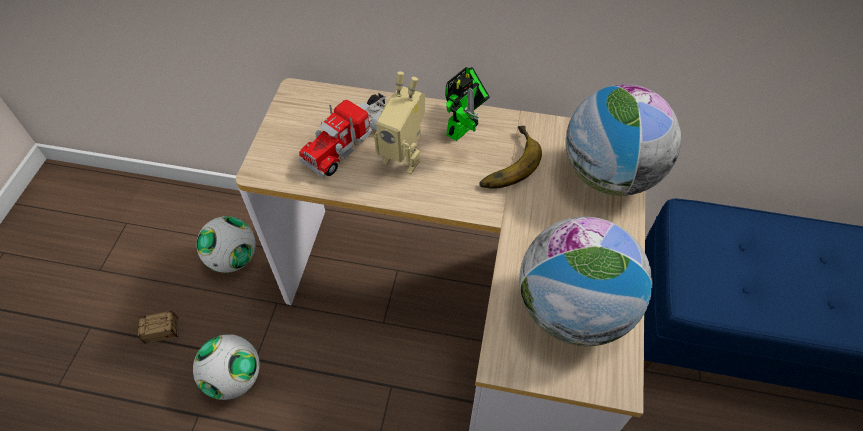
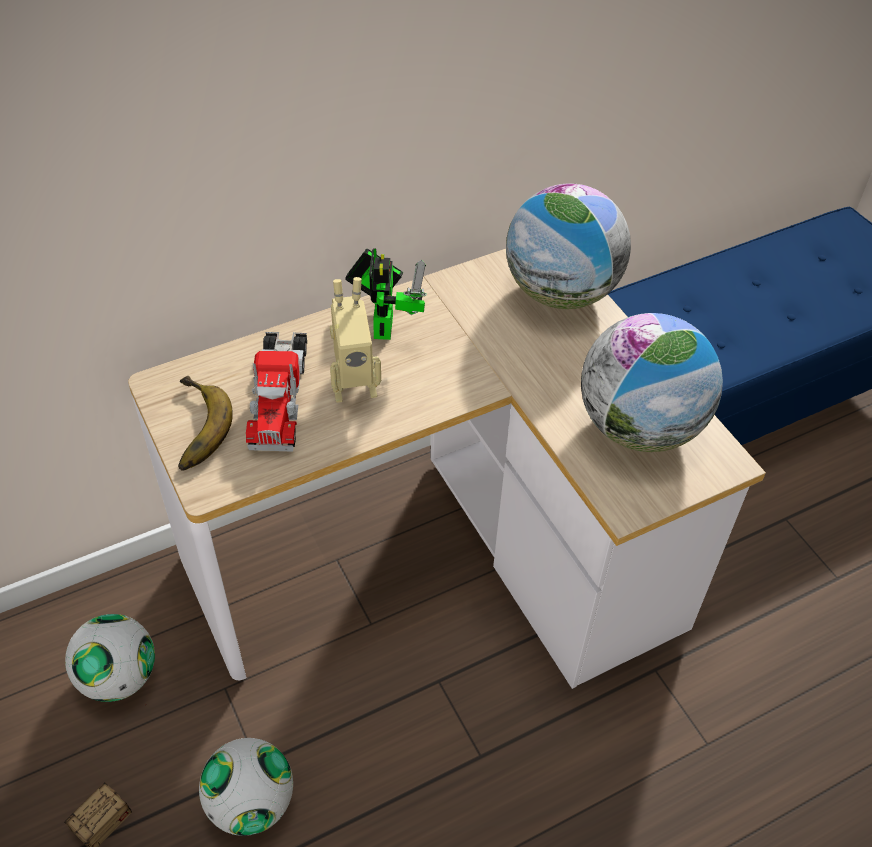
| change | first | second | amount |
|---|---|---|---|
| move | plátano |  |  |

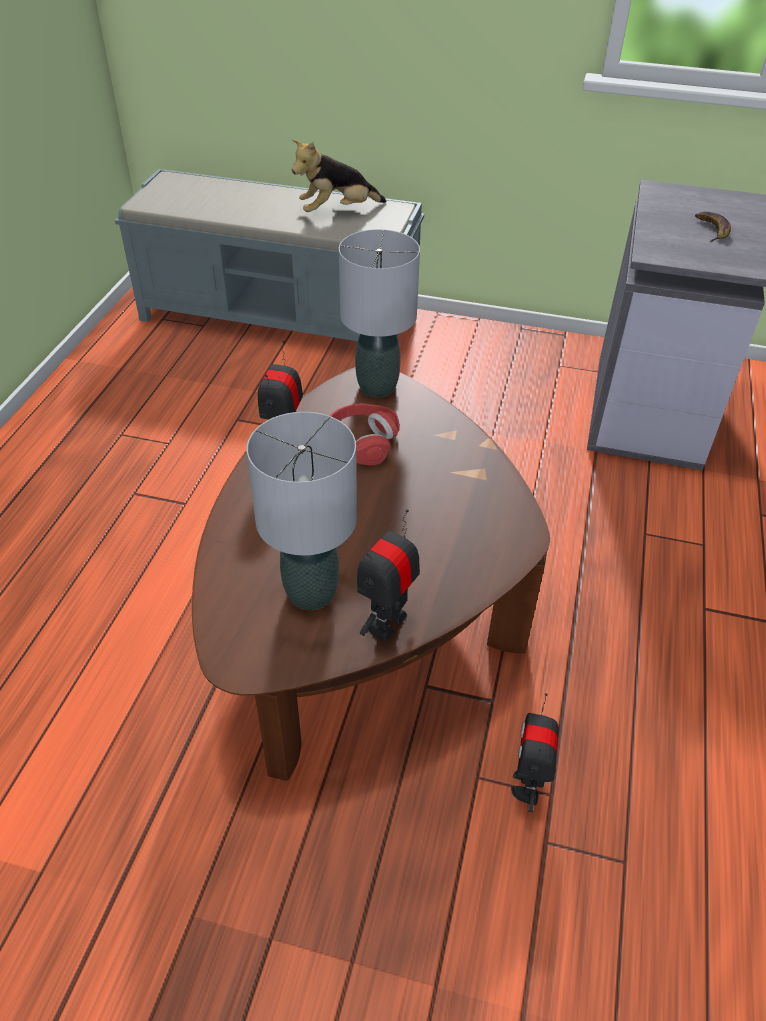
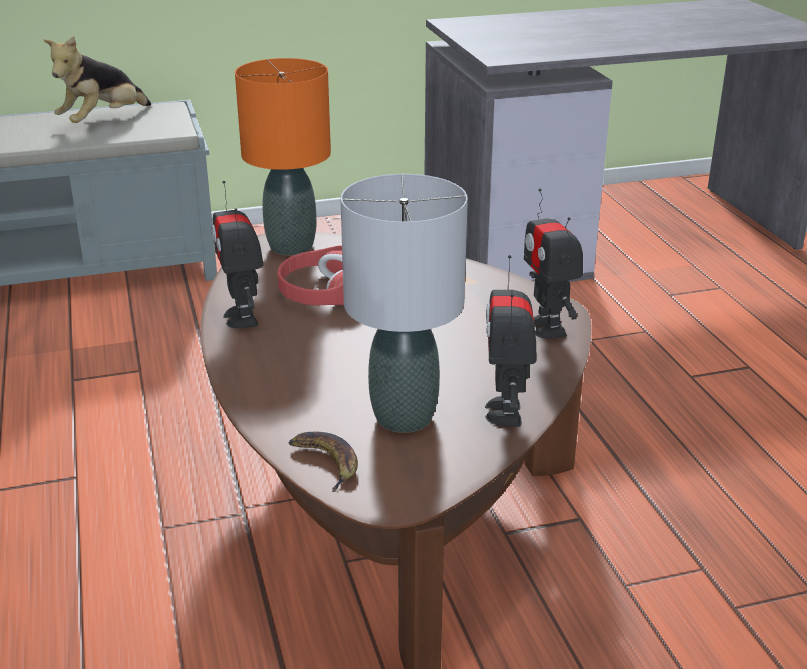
| change | first | second | amount |
|---|---|---|---|
| move | robot de juguete (3rd from left) |  |  |
| move | plátano |  |  |
| recolor | lámpara de mesa/gris (2nd from left) | lámpara de mesa/naranja |  |

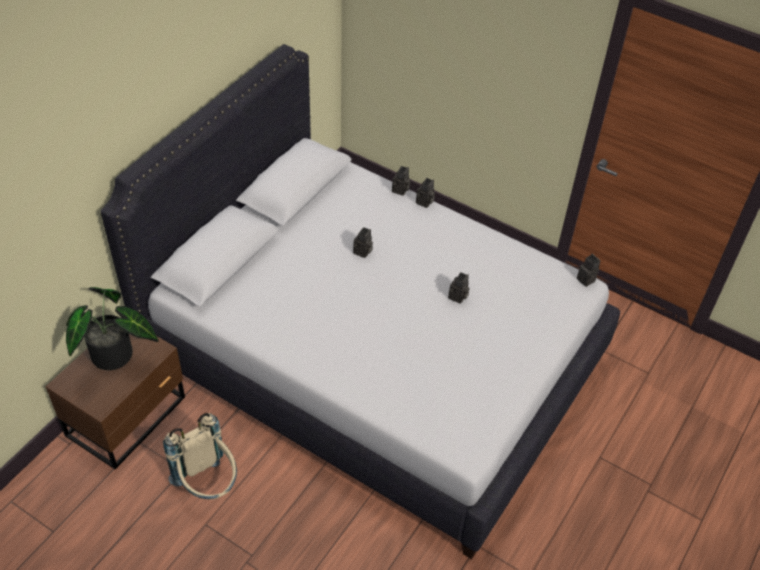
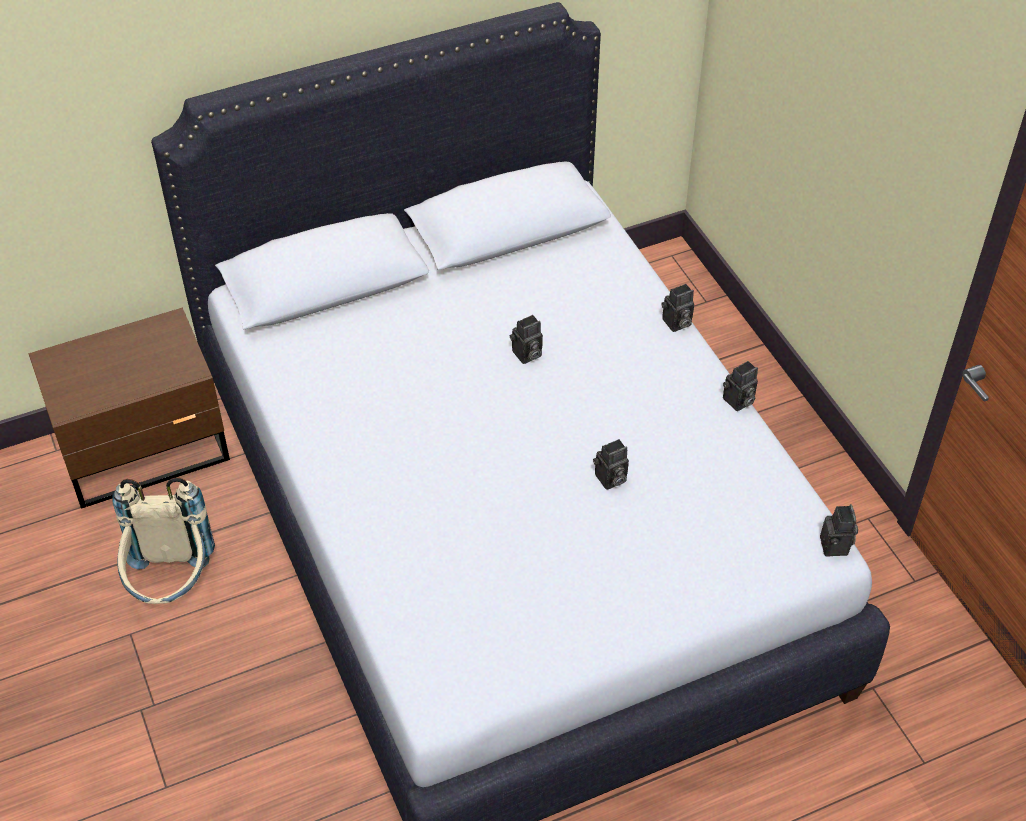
| change | first | second | amount |
|---|---|---|---|
| delete | planta en maceta |  |  |
| move | cámara (2nd from left in the first image) | cámara (4th from left) |  |

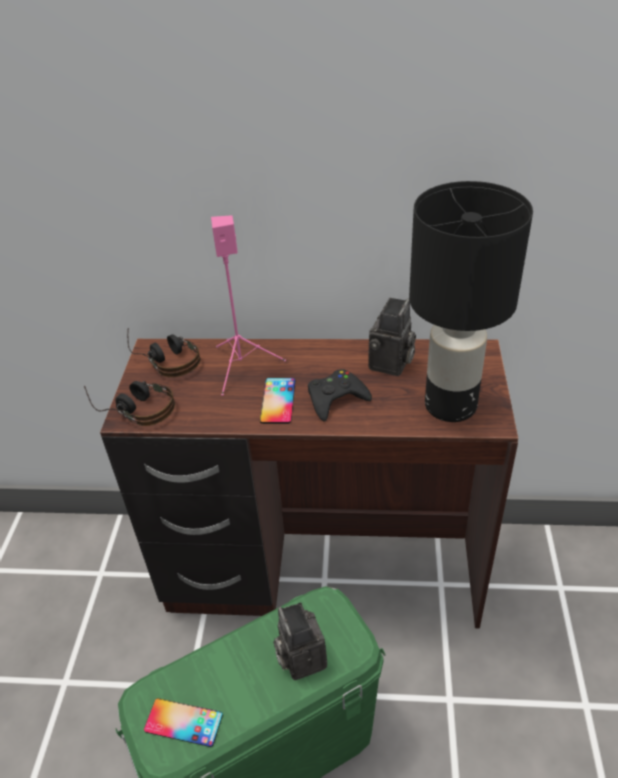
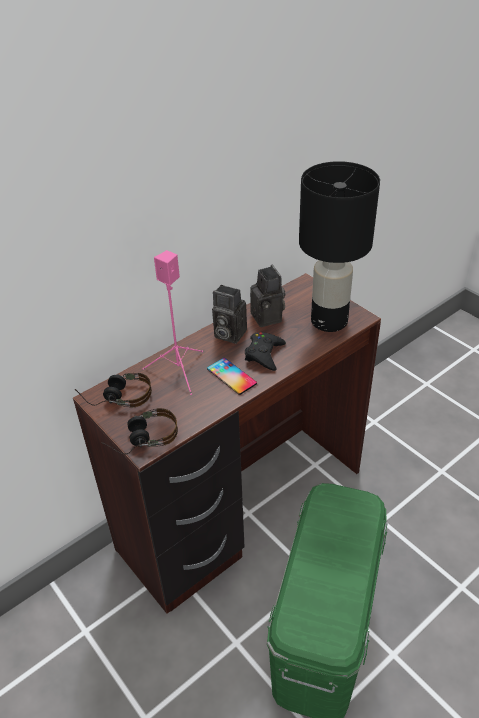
| change | first | second | amount |
|---|---|---|---|
| delete | móvil (1st from left) |  |  |
| move | cámara (1st from left) |  |  |

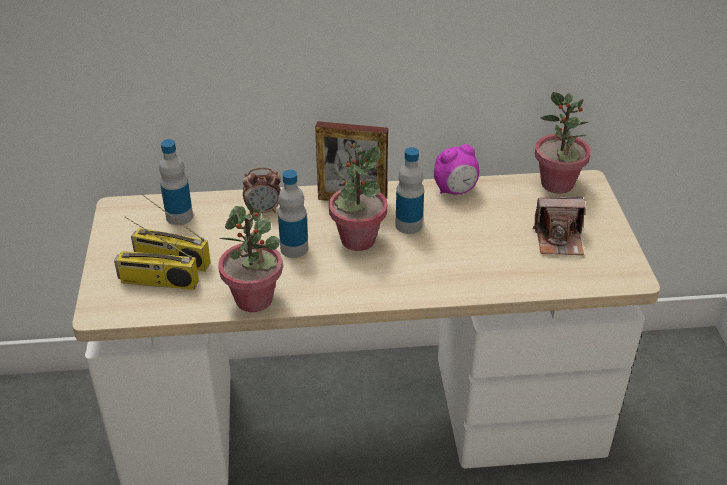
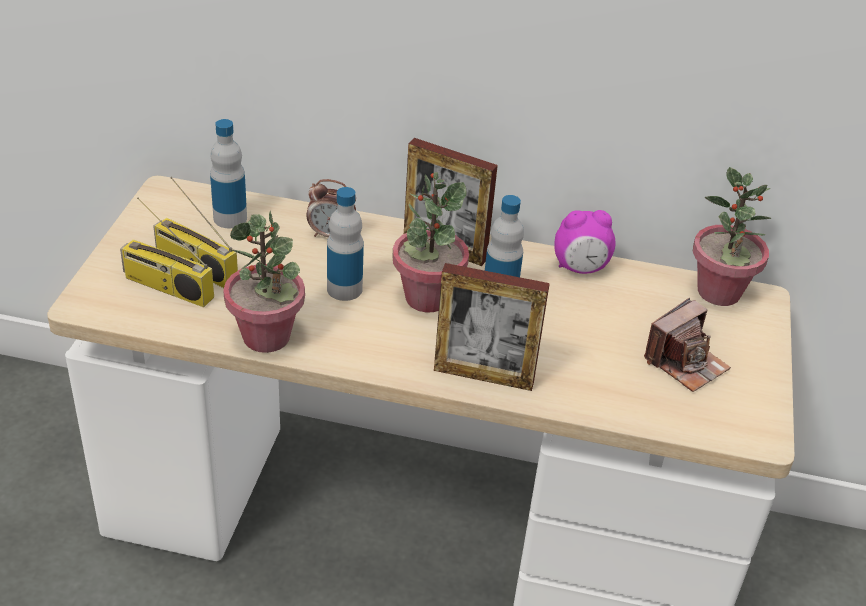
| change | first | second | amount |
|---|---|---|---|
| insert |  | portarretratos (2nd from left) |  |
| rotate | cámara |  | 60 degrees counterclockwise |

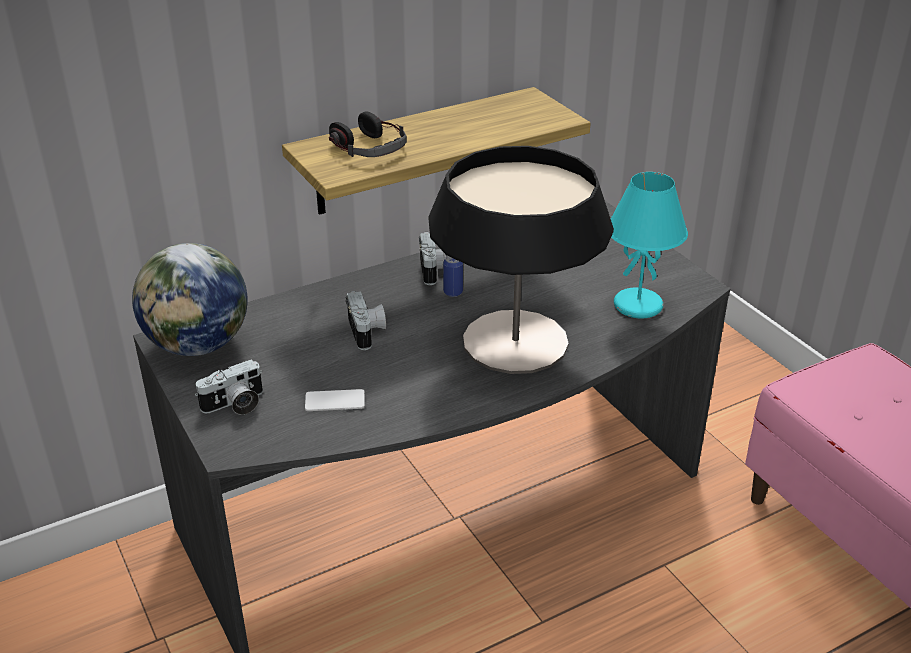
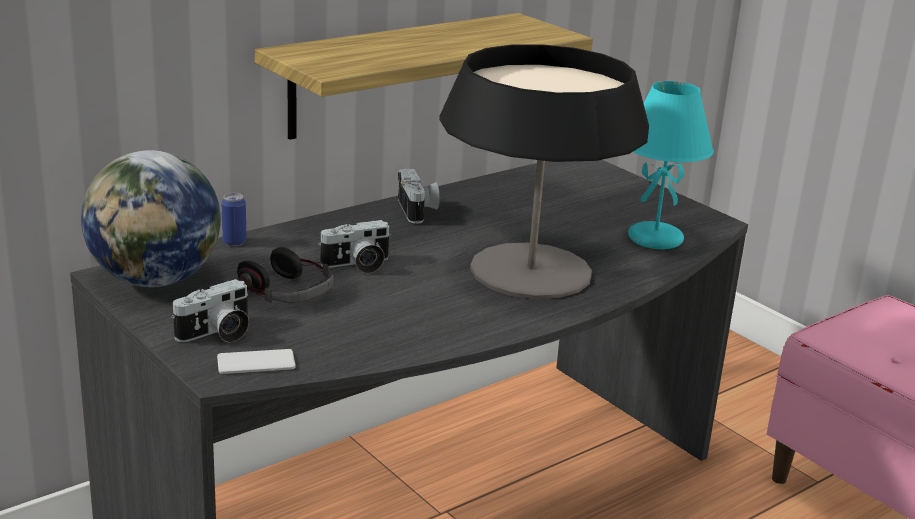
| change | first | second | amount |
|---|---|---|---|
| move | móvil |  |  |
| move | auriculares |  |  |
| move | lata |  |  |
| rotate | cámara (2nd from left) |  | 90 degrees clockwise |

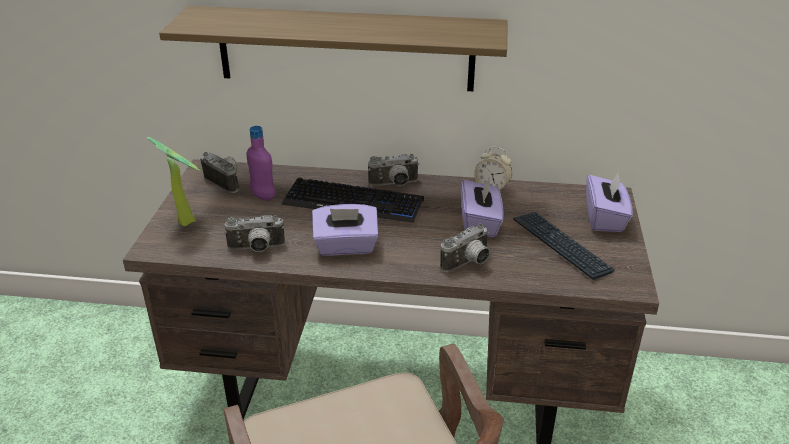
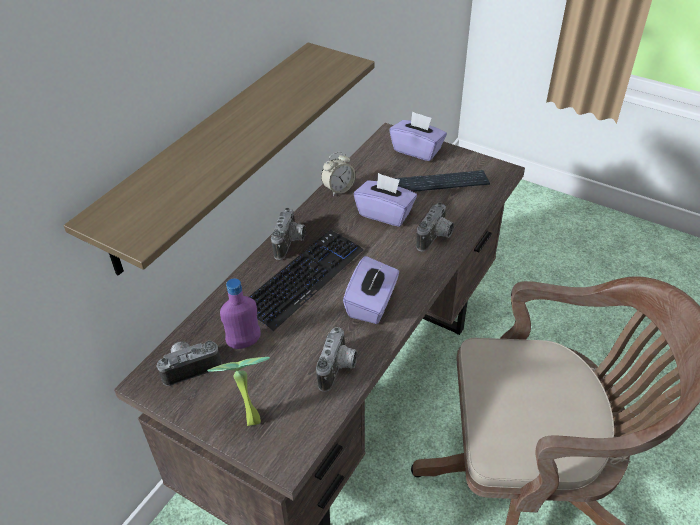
| change | first | second | amount |
|---|---|---|---|
| rotate | cámara (4th from left) |  | 45 degrees clockwise |

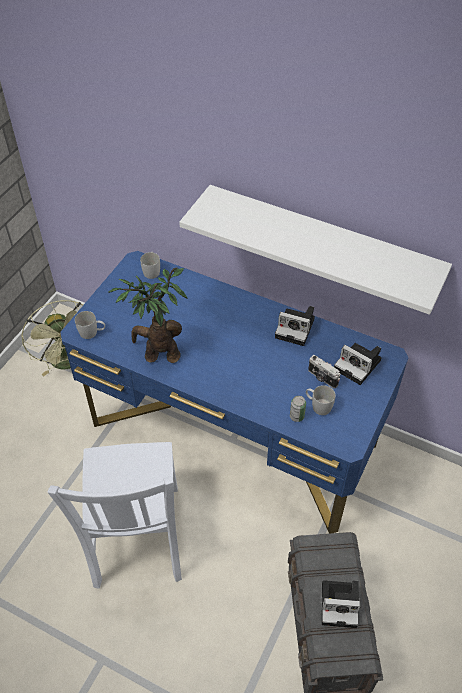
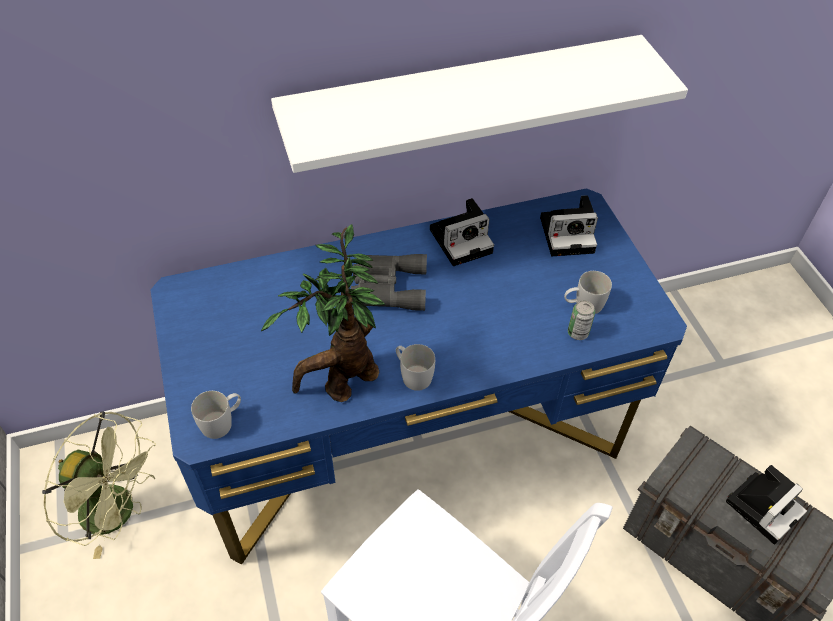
| change | first | second | amount |
|---|---|---|---|
| delete | cámara (2nd from left) |  |  |
| insert |  | prismáticos/gris |  |
| move | taza grande/blanco (2nd from left) |  |  |

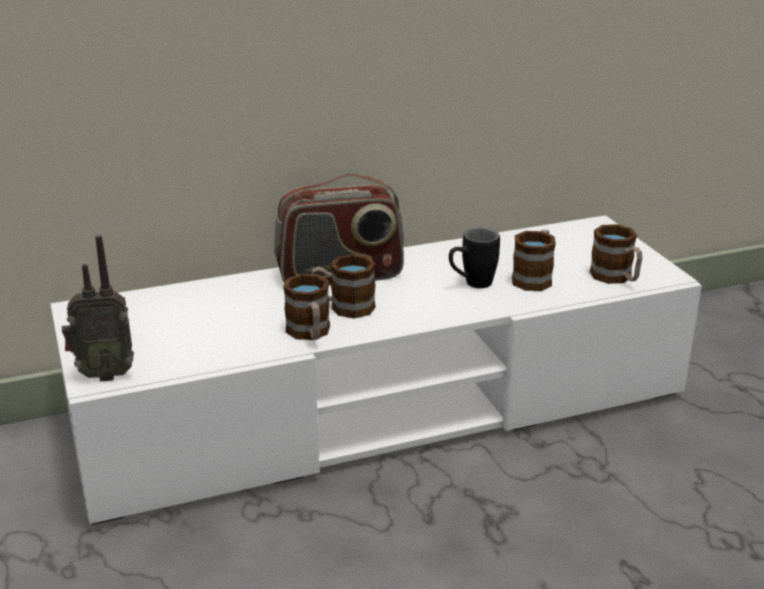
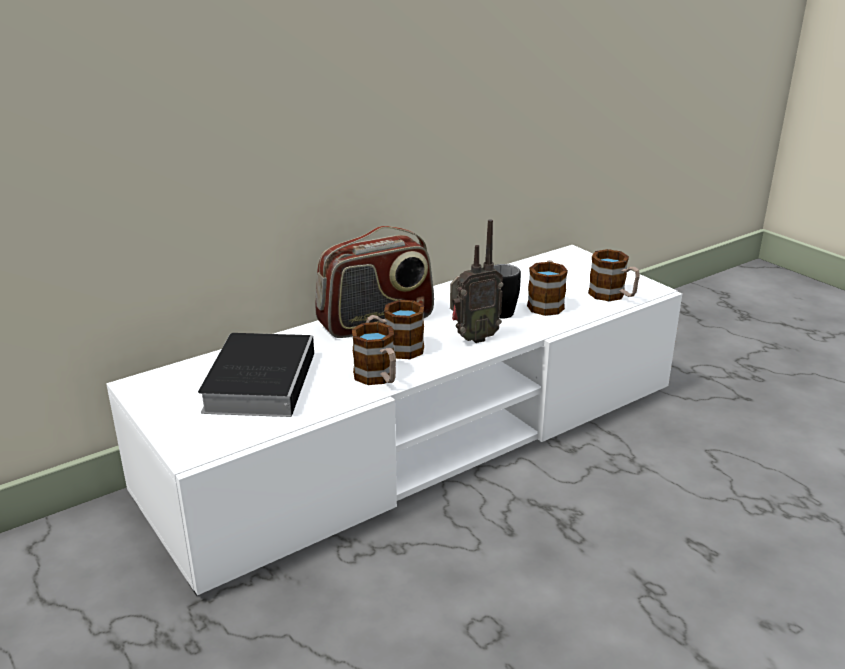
| change | first | second | amount |
|---|---|---|---|
| insert |  | libro |  |
| move | radio (1st from left in the first image) | radio (2nd from left) |  |

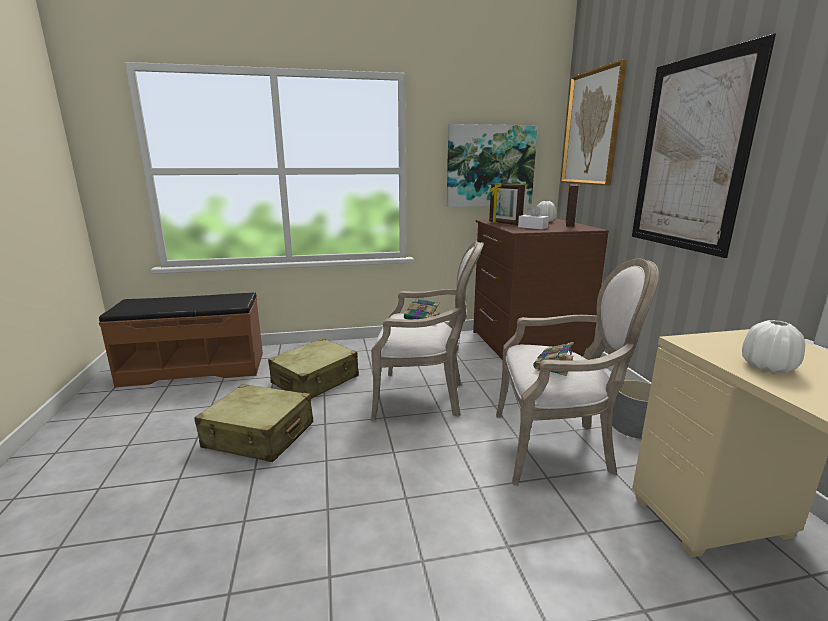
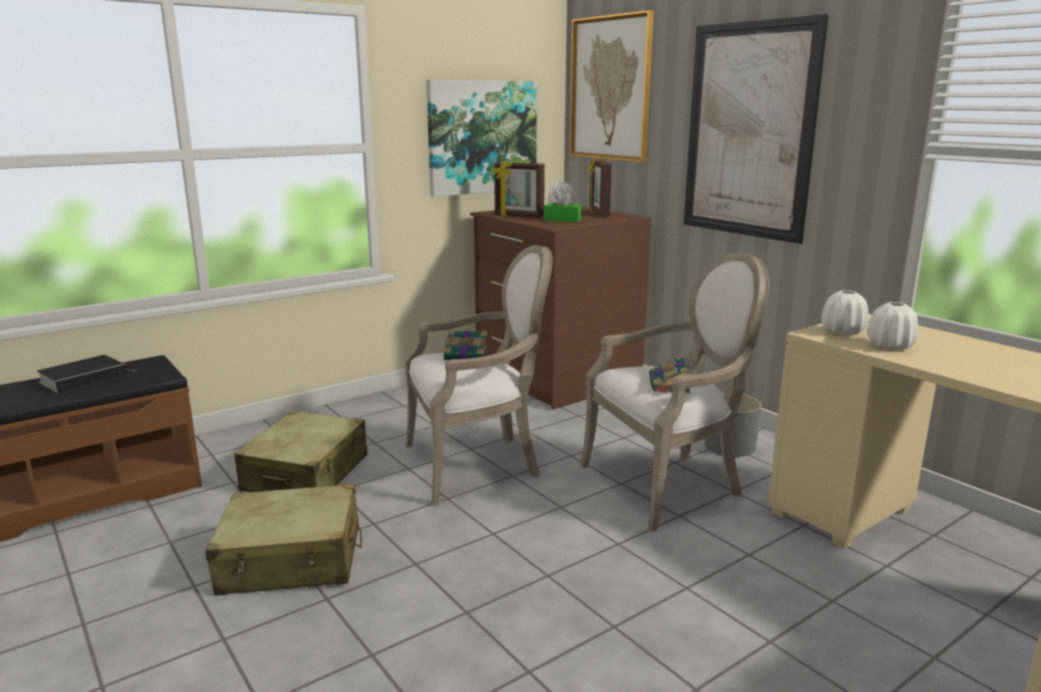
| change | first | second | amount |
|---|---|---|---|
| insert |  | libro (1st from left) |  |
| insert |  | florero/blanco (2nd from left) |  |
| recolor | caja de pañuelos/blanco | caja de pañuelos/verde |  |

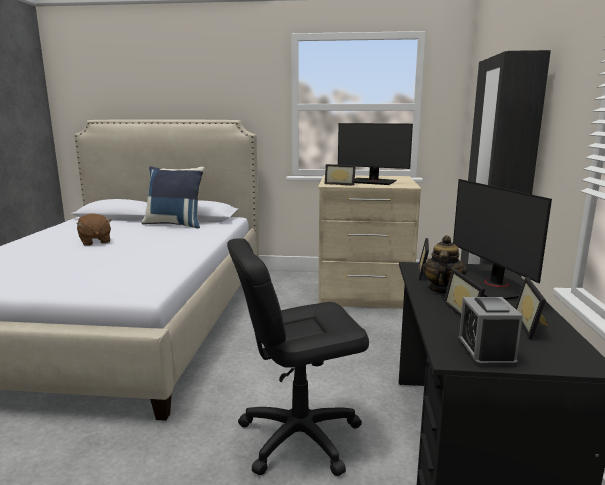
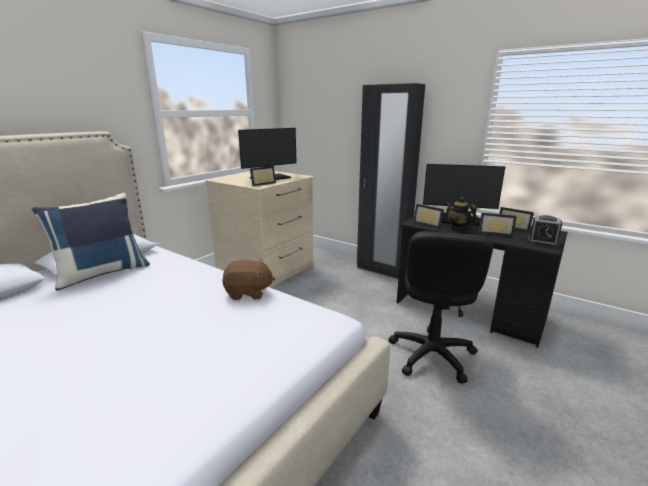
| change | first | second | amount |
|---|---|---|---|
| move | peluche/marrón |  |  |

